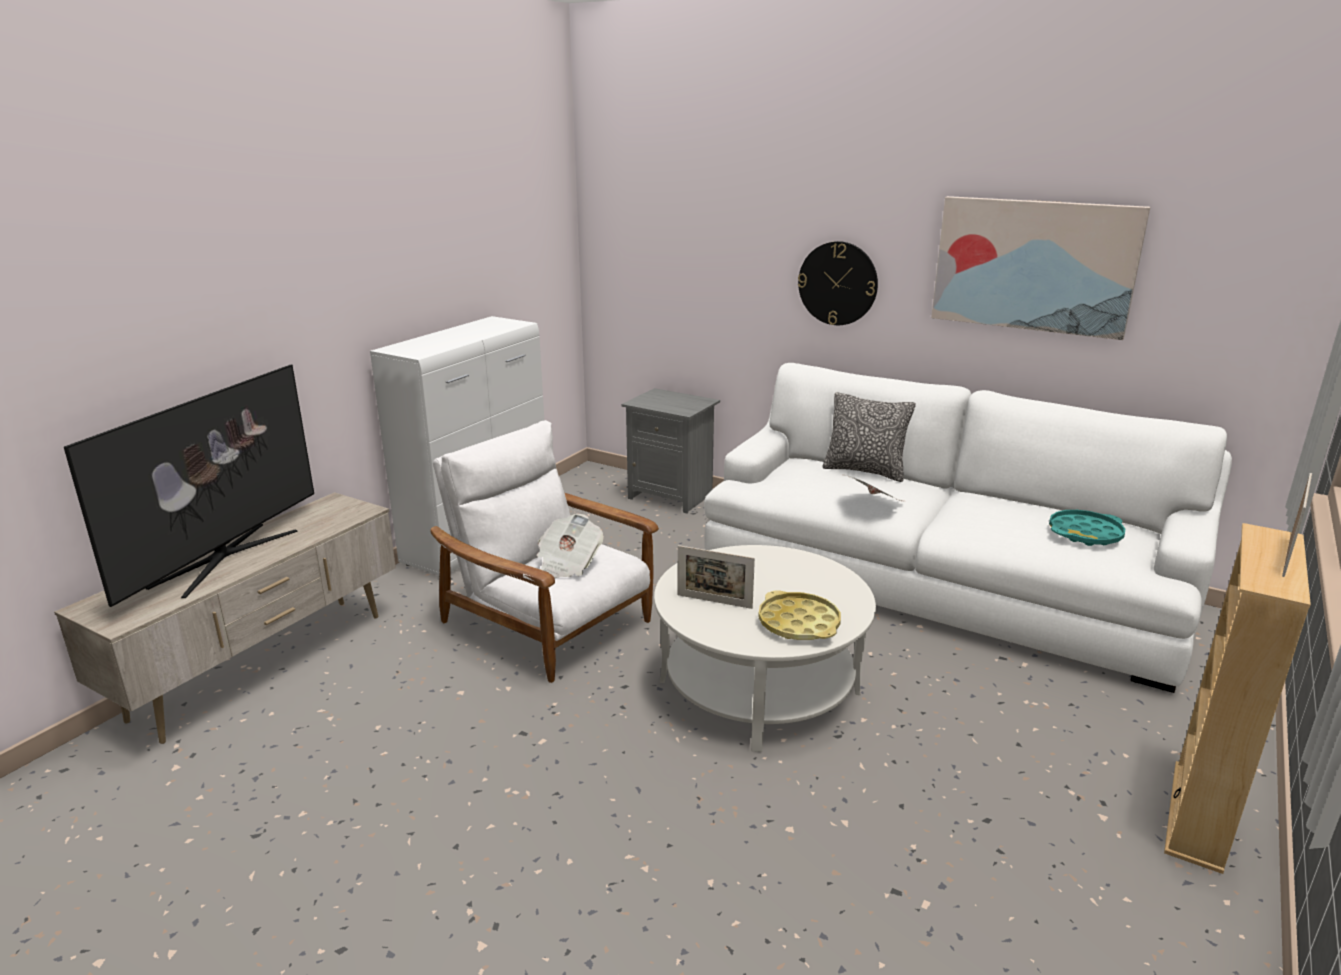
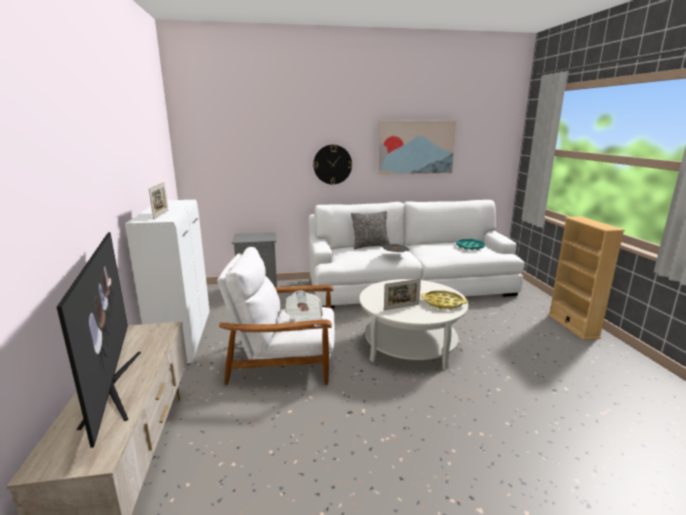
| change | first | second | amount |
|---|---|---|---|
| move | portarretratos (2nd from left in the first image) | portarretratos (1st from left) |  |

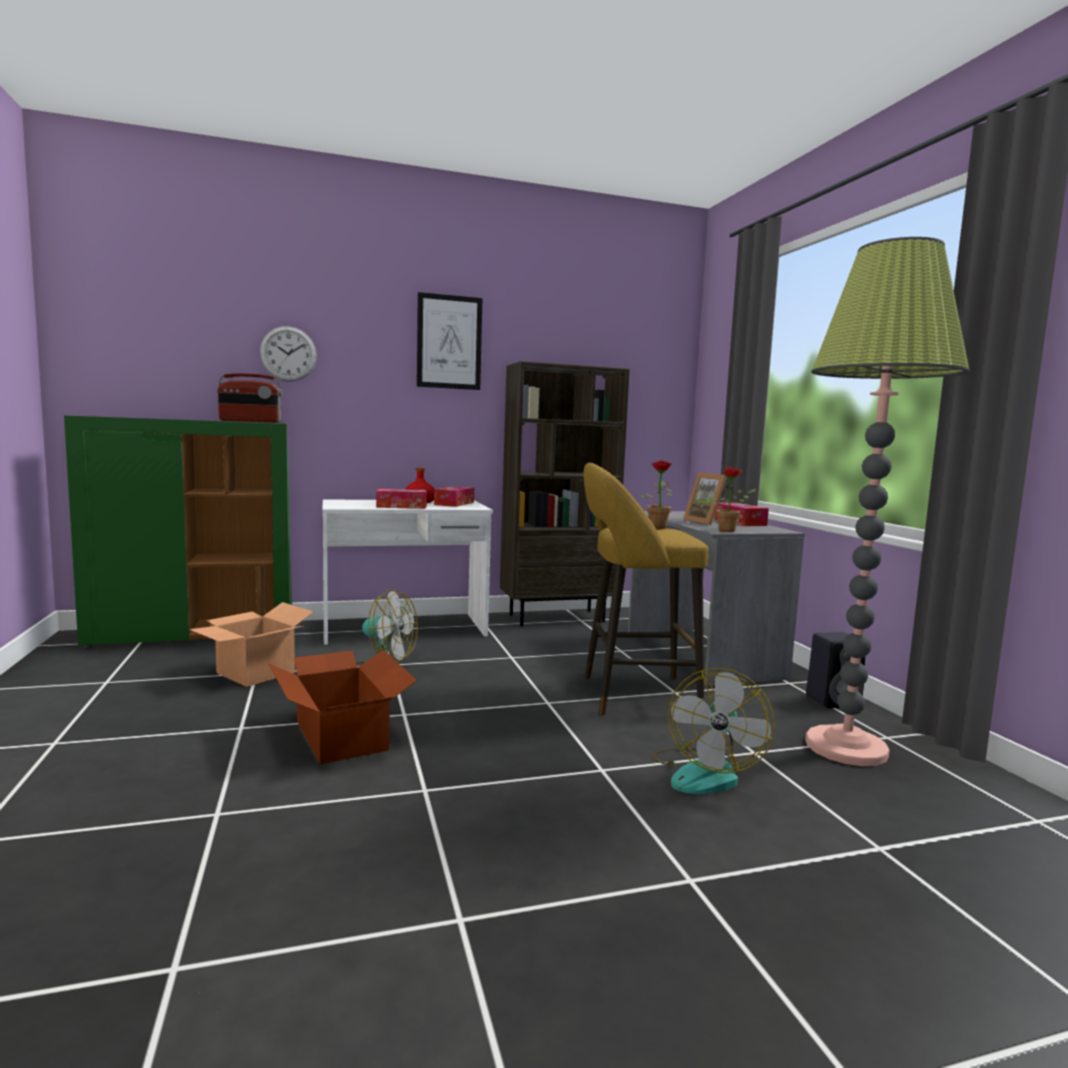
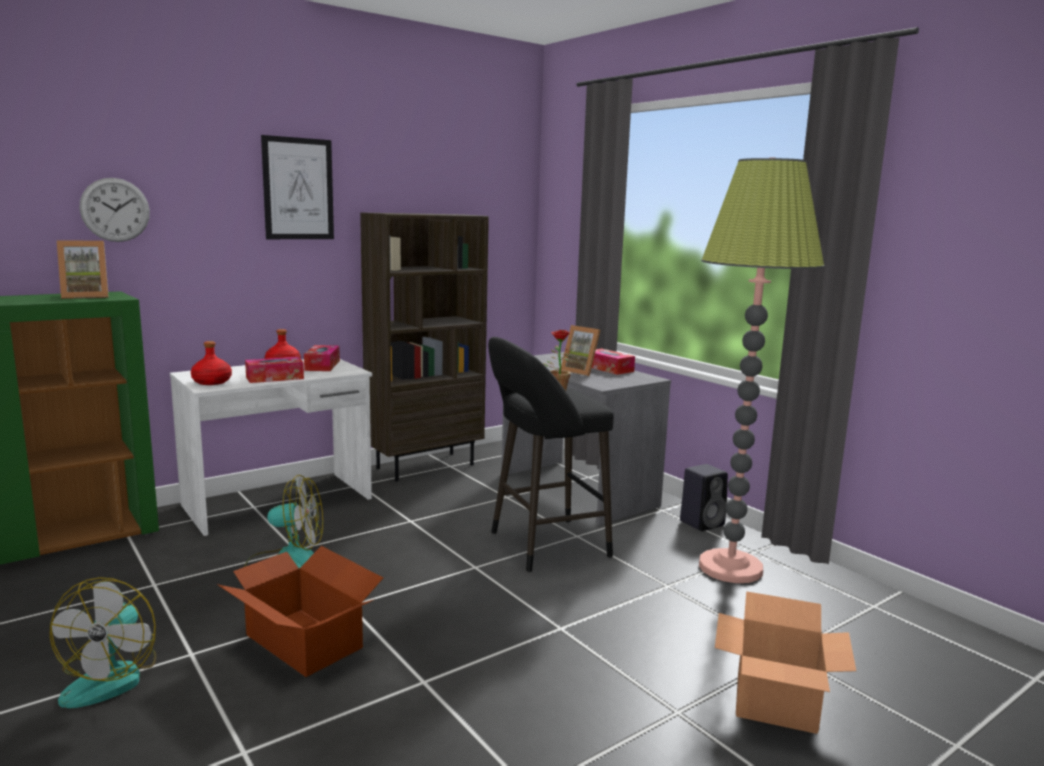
| change | first | second | amount |
|---|---|---|---|
| delete | planta en maceta (2nd from left) |  |  |
| insert |  | botella/rojo (1st from left) |  |
| move | caja de cartón (1st from left in the first image) | caja de cartón (2nd from left) |  |
| move | ventilador (2nd from left in the first image) | ventilador (1st from left) |  |
| replace | radio | portarretratos (1st from left) |  |
| recolor | taburete/amarillo | taburete/negro |  |

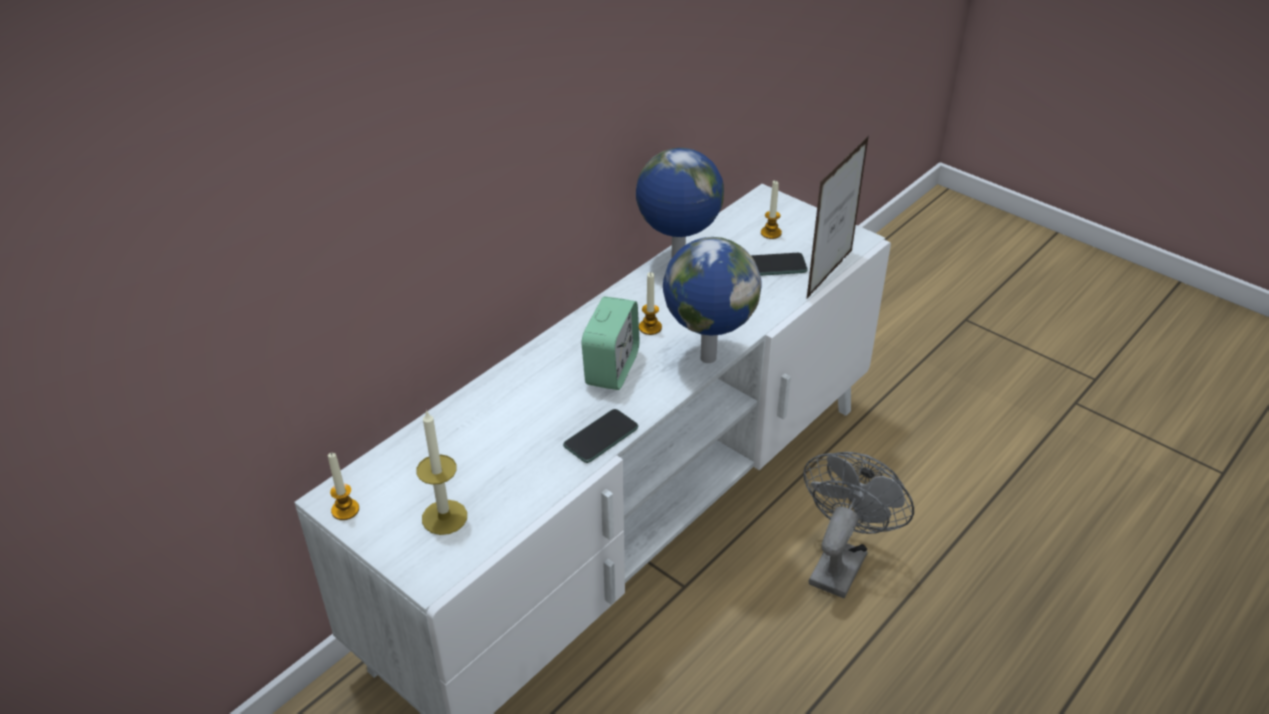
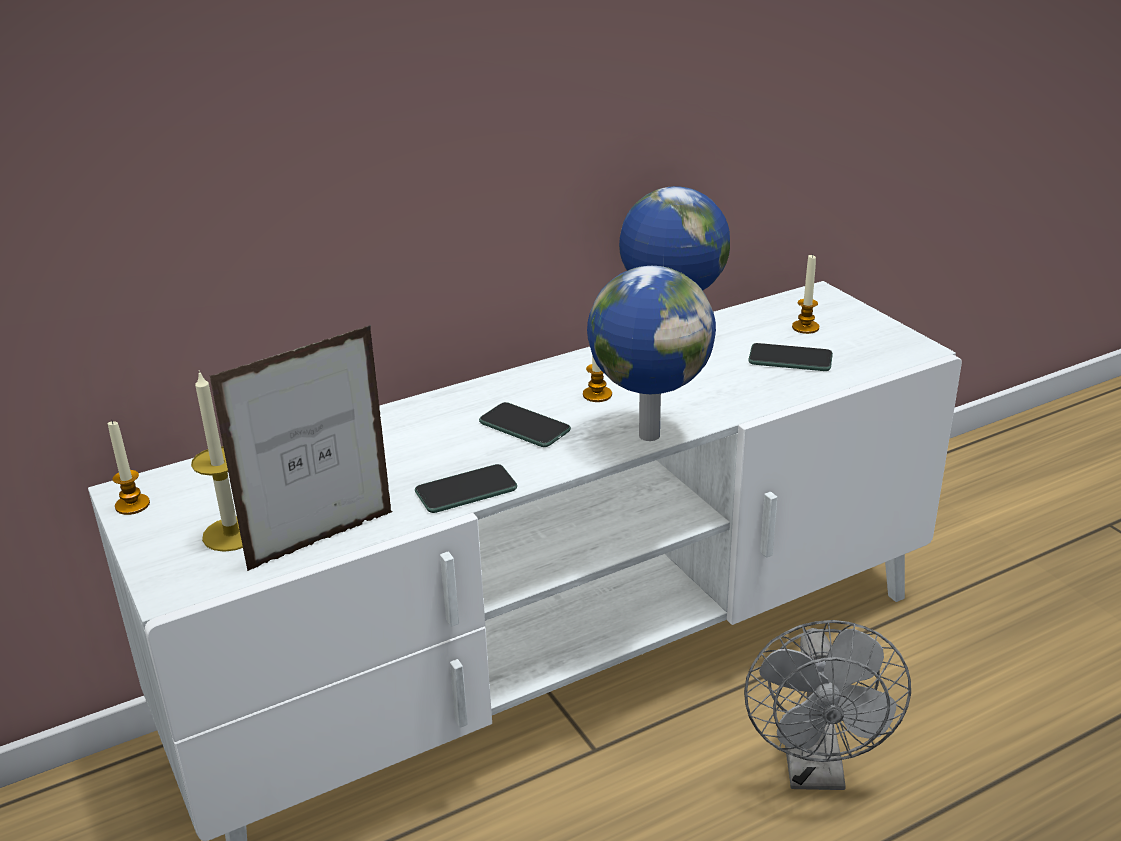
| change | first | second | amount |
|---|---|---|---|
| move | portarretratos |  |  |
| replace | despertador | móvil (2nd from left) |  |
| rotate | ventilador/gris |  | 135 degrees clockwise |

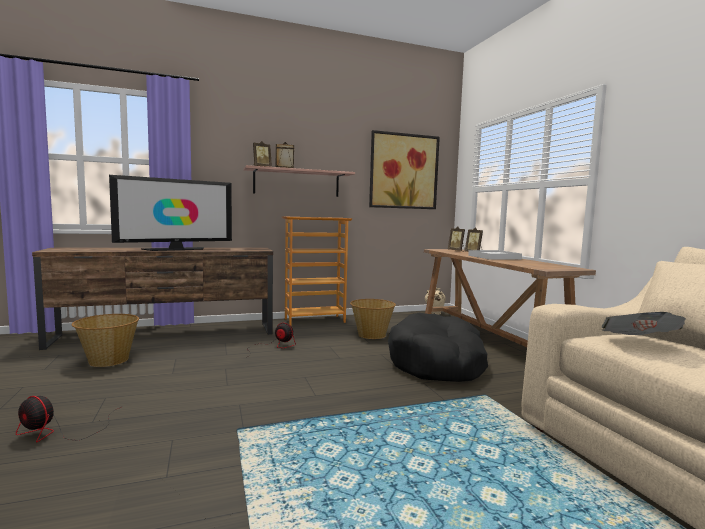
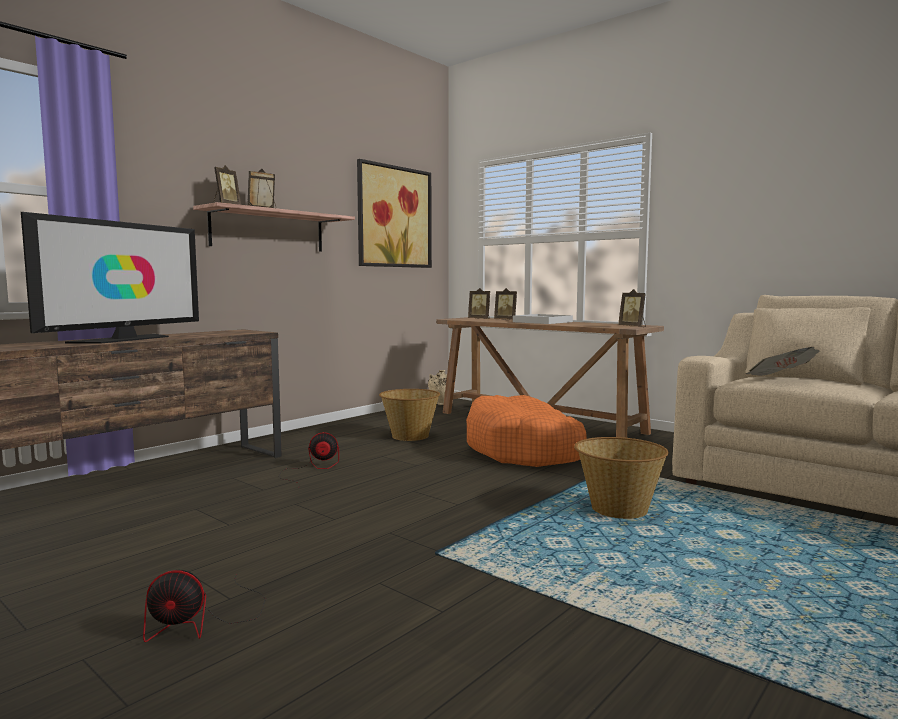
| change | first | second | amount |
|---|---|---|---|
| delete | estantería |  |  |
| insert |  | portarretratos (5th from left) |  |
| move | cesta (1st from left in the first image) | cesta (2nd from left) |  |
| recolor | cama para perro/negro | cama para perro/naranja |  |

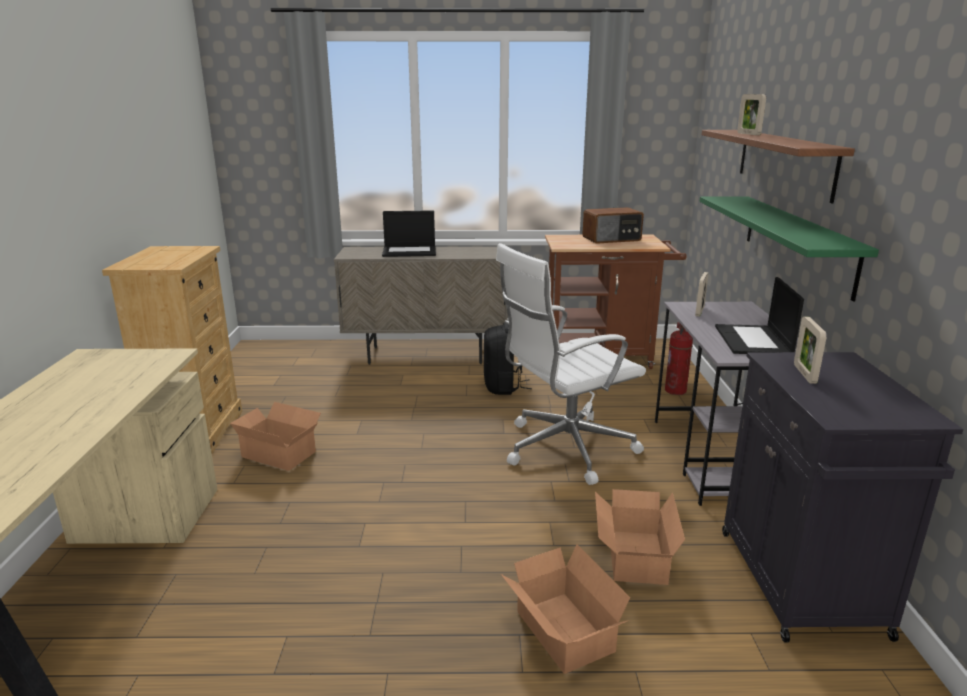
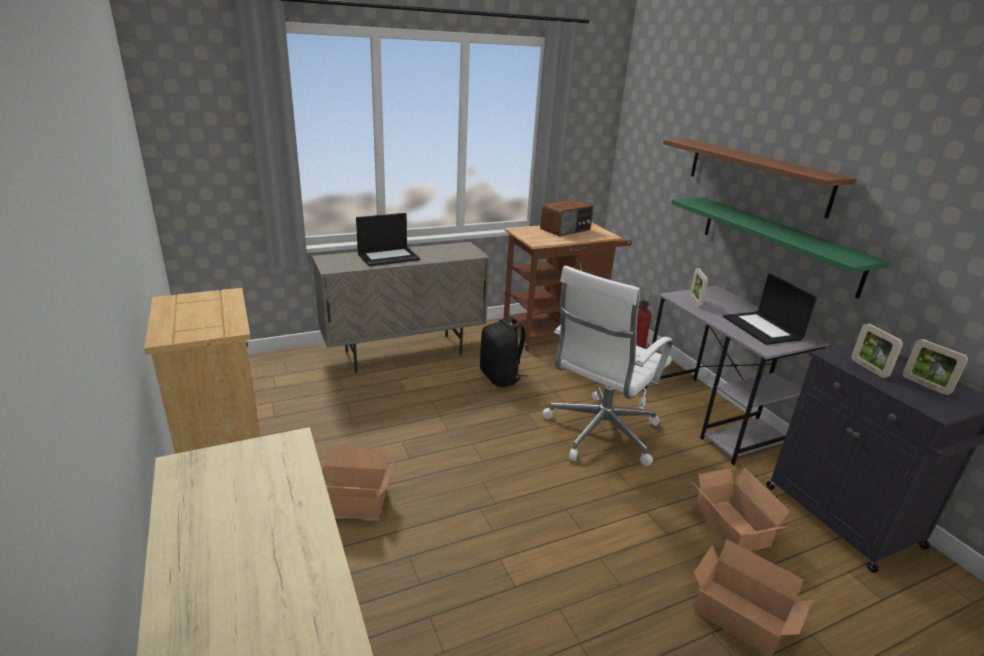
| change | first | second | amount |
|---|---|---|---|
| move | portarretratos (2nd from left in the first image) | portarretratos (3rd from left) |  |

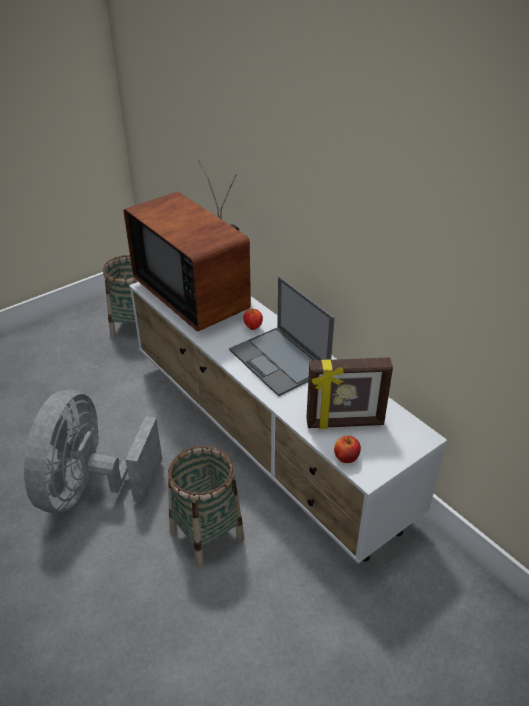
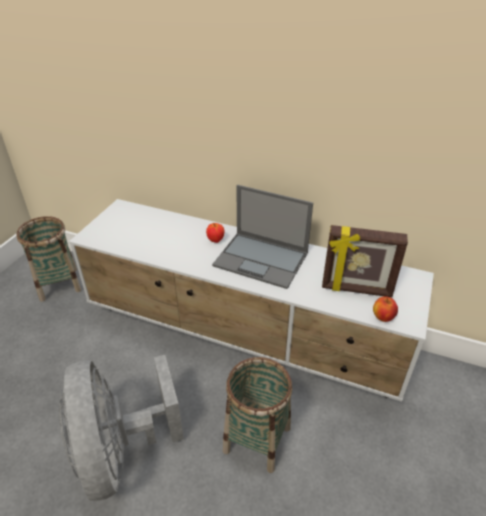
| change | first | second | amount |
|---|---|---|---|
| delete | televisor |  |  |
| rotate | portarretratos |  | 45 degrees clockwise |

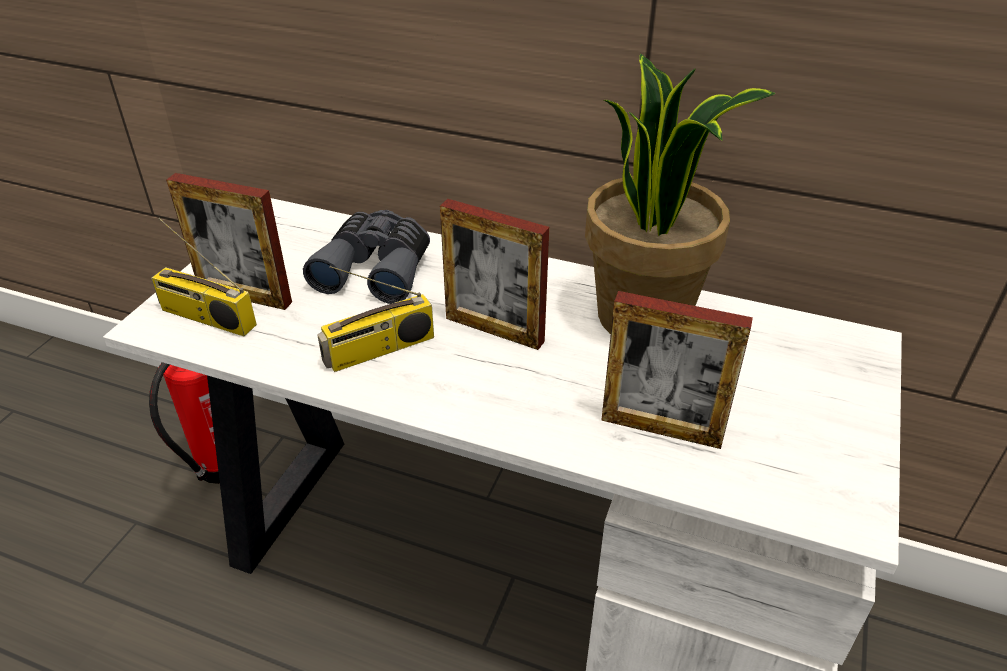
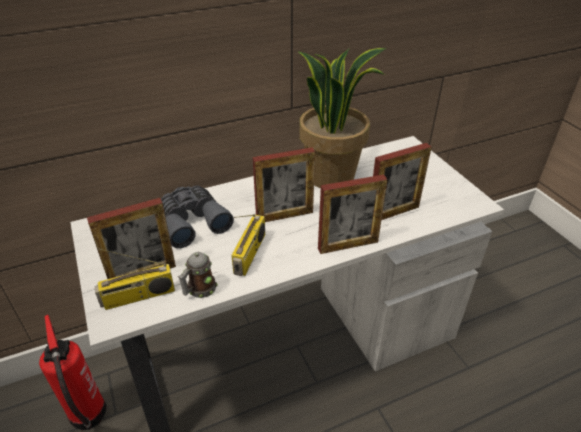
| change | first | second | amount |
|---|---|---|---|
| insert |  | taza grande |  |
| insert |  | portarretratos (3rd from left) |  |

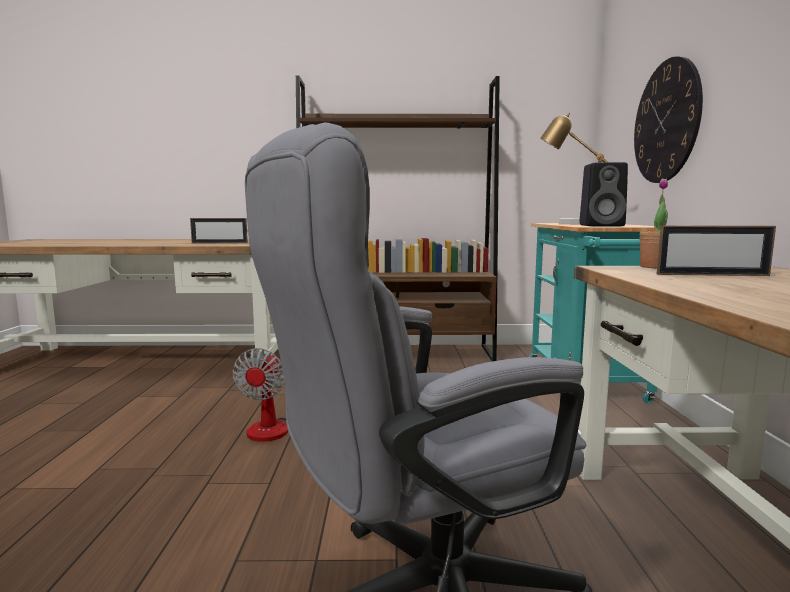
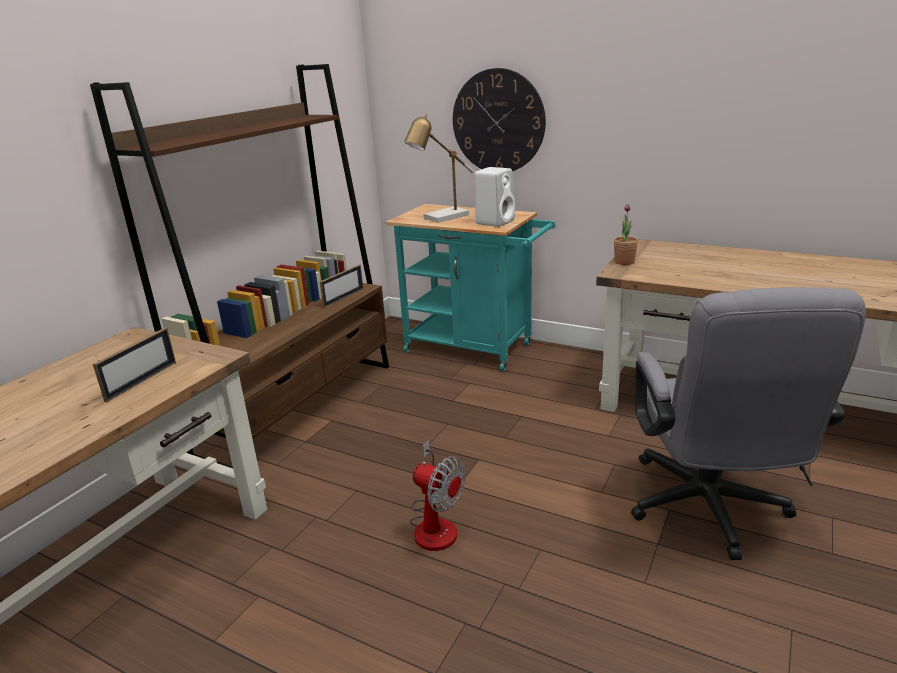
| change | first | second | amount |
|---|---|---|---|
| move | portarretratos (2nd from left) |  |  |
| recolor | altavoz/negro | altavoz/blanco |  |

